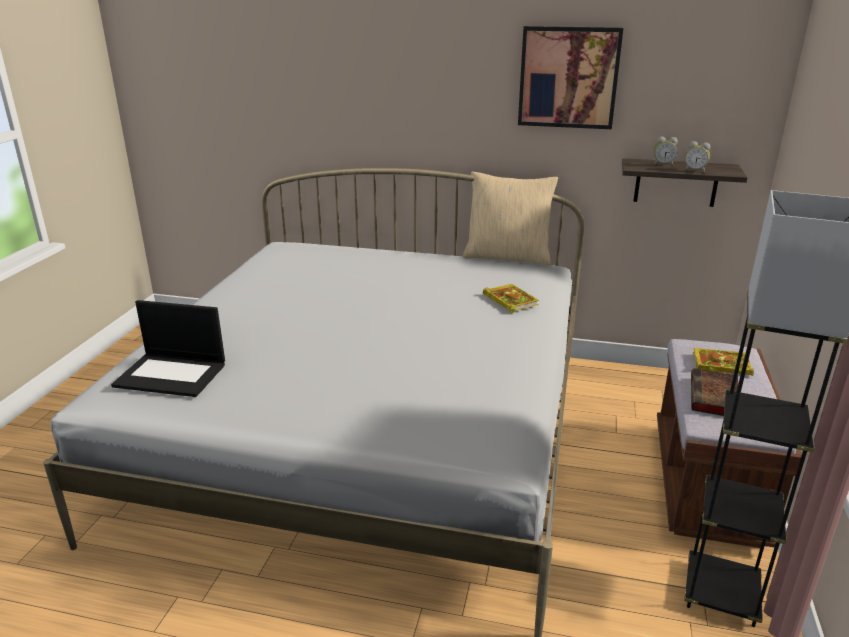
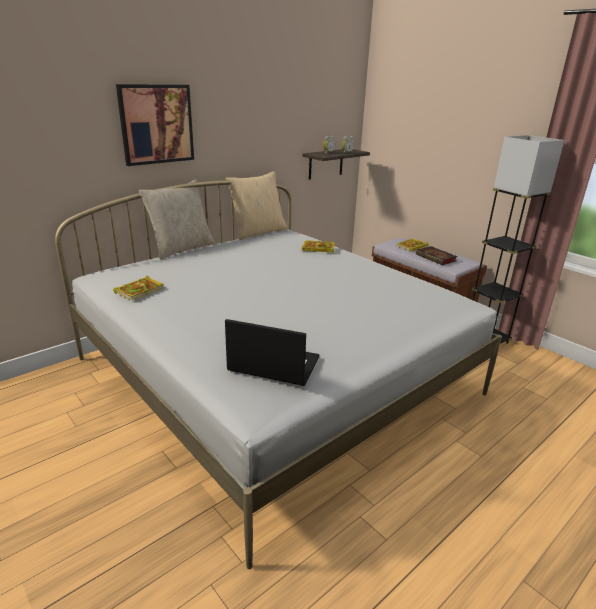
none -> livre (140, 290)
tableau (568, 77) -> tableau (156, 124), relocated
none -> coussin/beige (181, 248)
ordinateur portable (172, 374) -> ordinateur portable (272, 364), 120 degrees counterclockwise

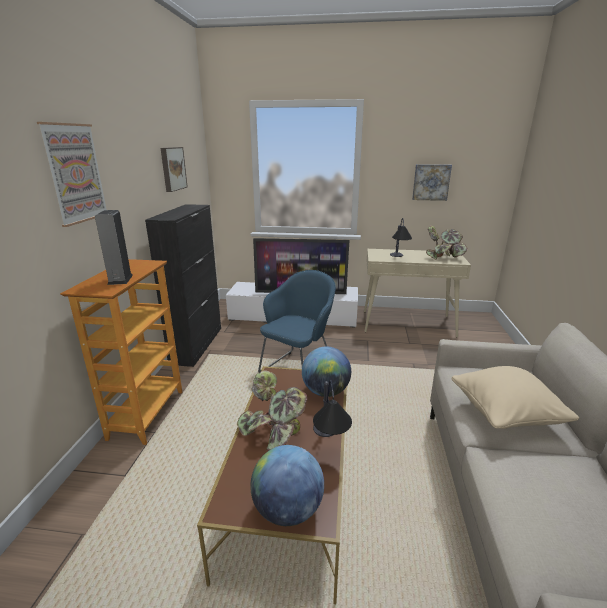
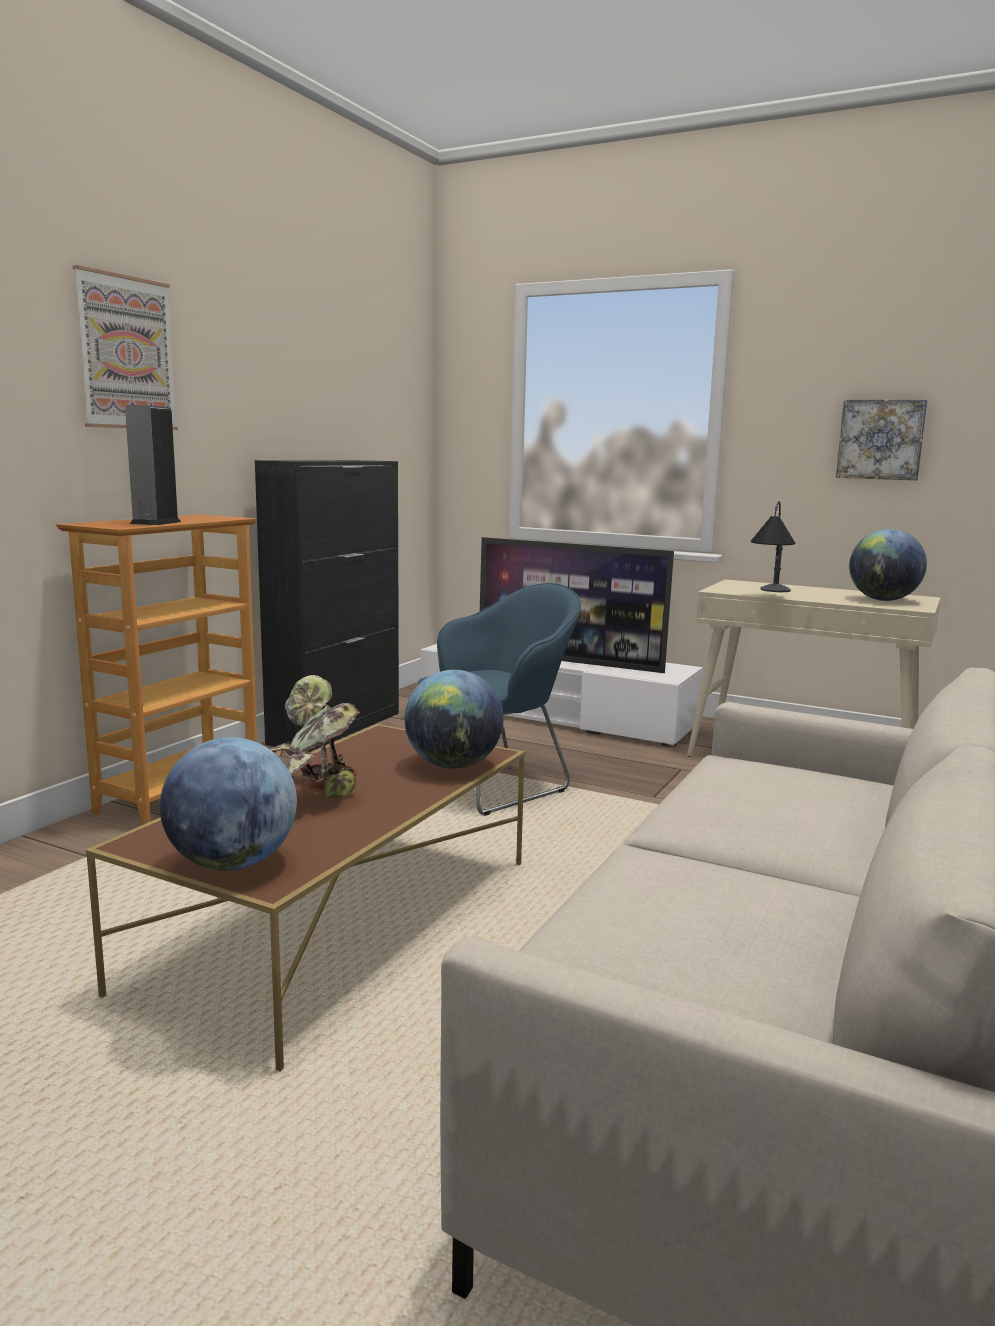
plante en pot (443, 257) -> globe (883, 600)
tableau (172, 168) -> none
lampe de table (329, 446) -> none
coussin/beige (505, 415) -> none

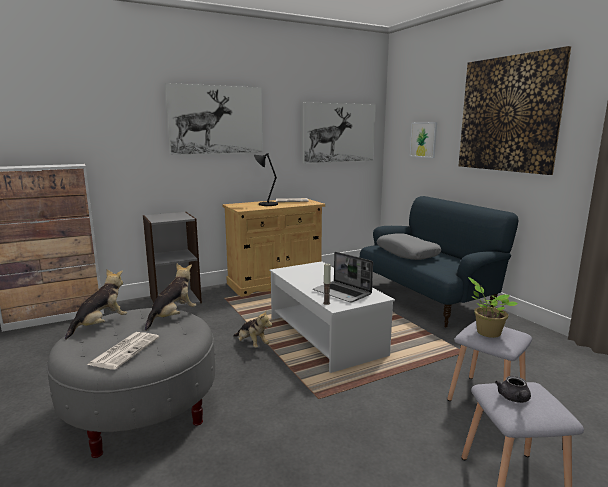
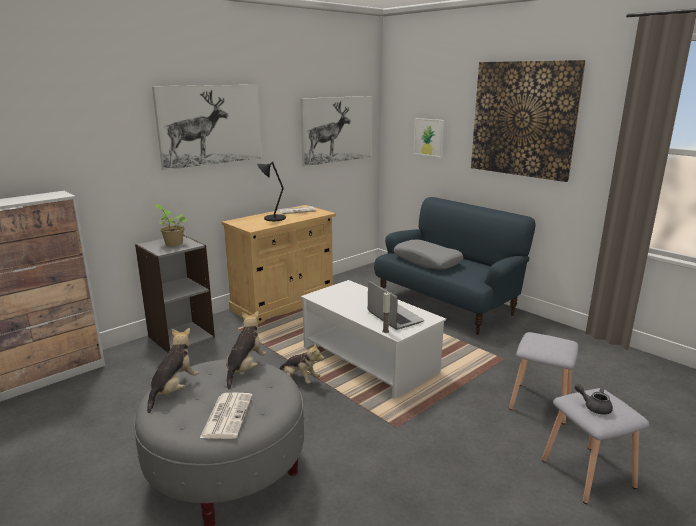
plante en pot (486, 332) -> plante en pot (173, 244), relocated
ordinateur portable (343, 293) -> ordinateur portable (394, 317), 150 degrees counterclockwise
théière/gris (514, 399) -> théière/gris (594, 406), 135 degrees clockwise

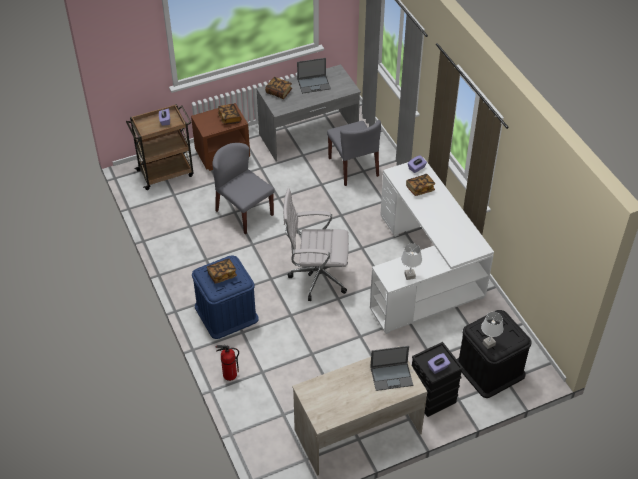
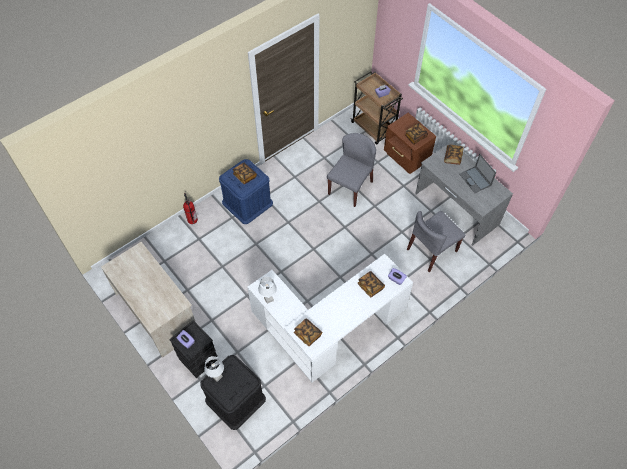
none -> livre (307, 334)
chaise de bureau/blanc (316, 277) -> none
ordinateur portable (392, 376) -> none

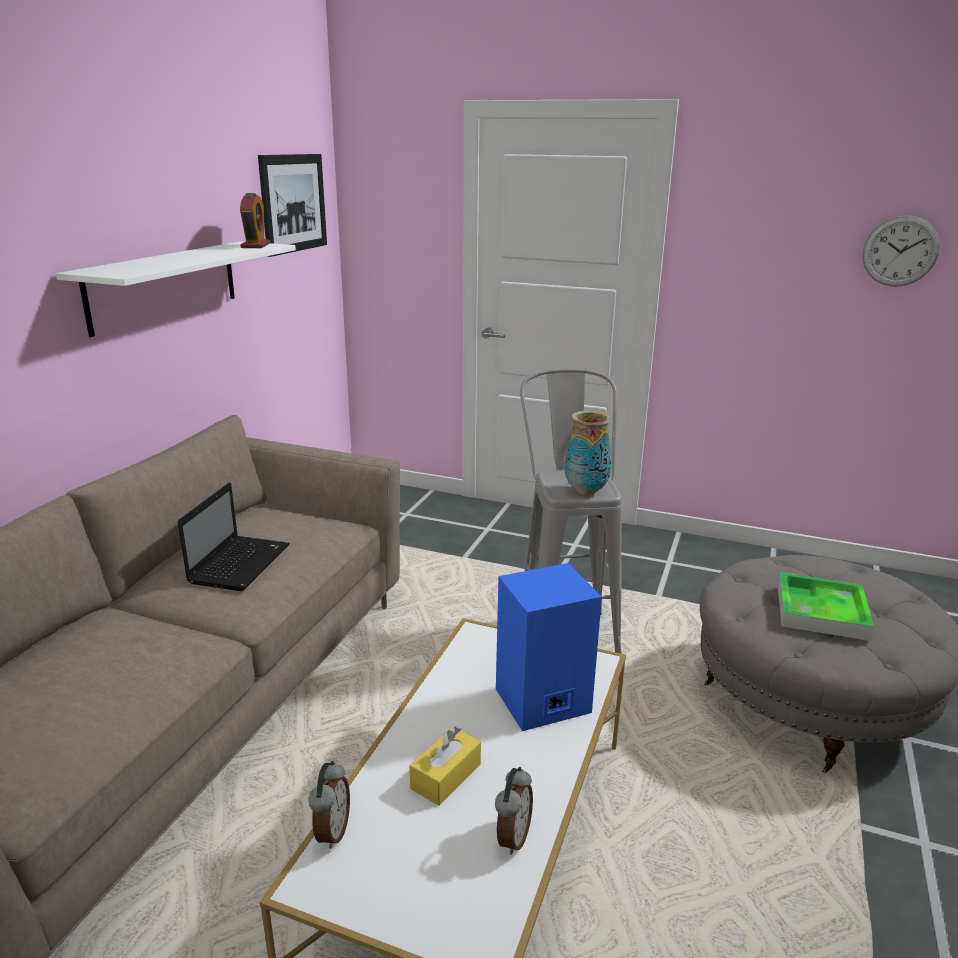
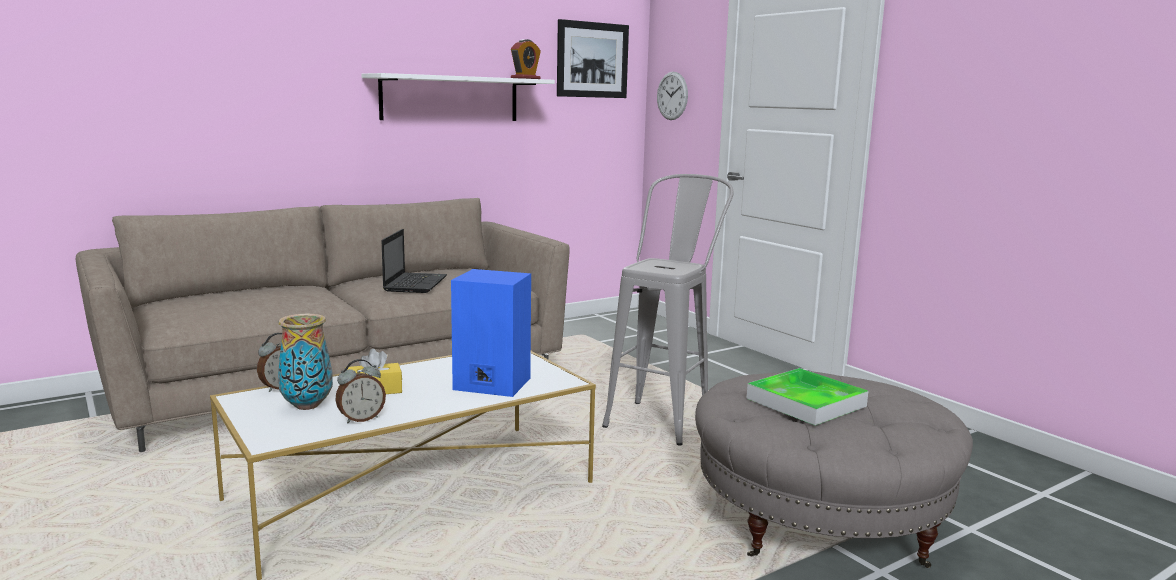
vase (586, 491) -> vase (307, 405), relocated
ordinateur portable (240, 563) -> ordinateur portable (415, 284), 45 degrees counterclockwise
horloge murale (900, 251) -> horloge murale (672, 96), relocated

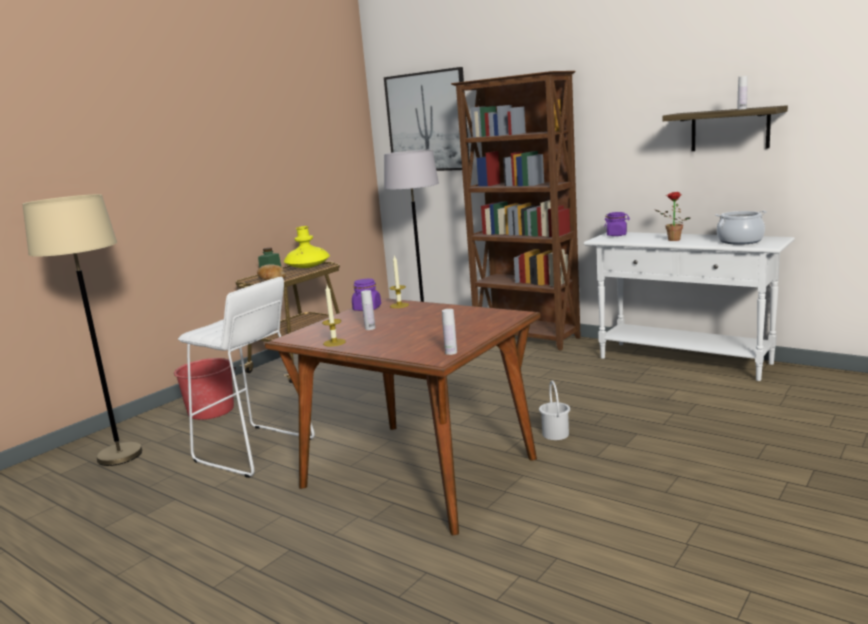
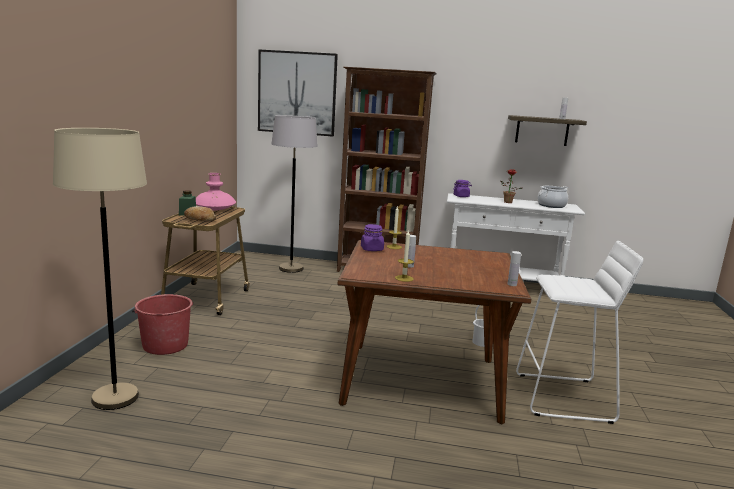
vase/jaune (307, 267) -> vase/rose (214, 209)
tabouret/blanc (253, 450) -> tabouret/blanc (563, 398), relocated

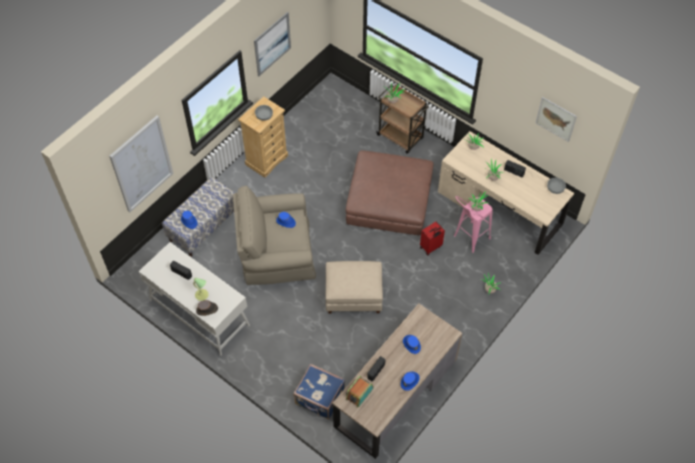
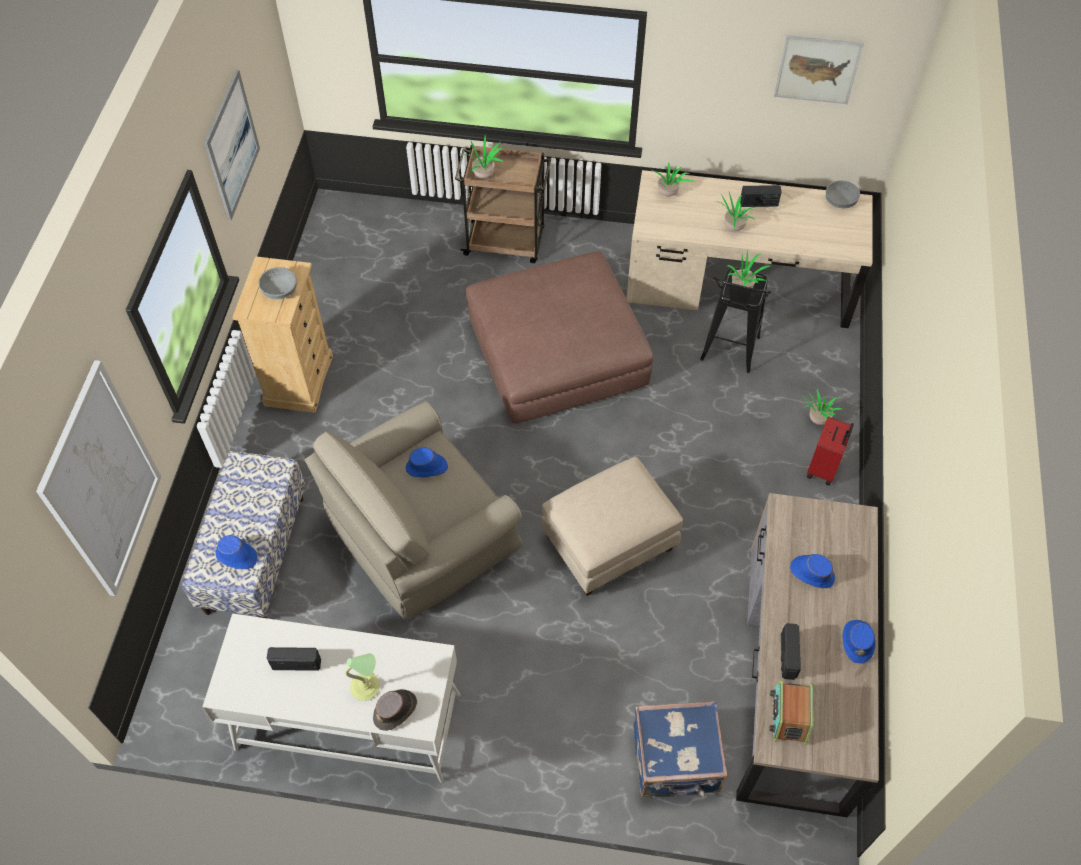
tabouret/rose (468, 240) -> tabouret/noir (727, 356)
valise/rouge (431, 247) -> valise/rouge (824, 468), relocated

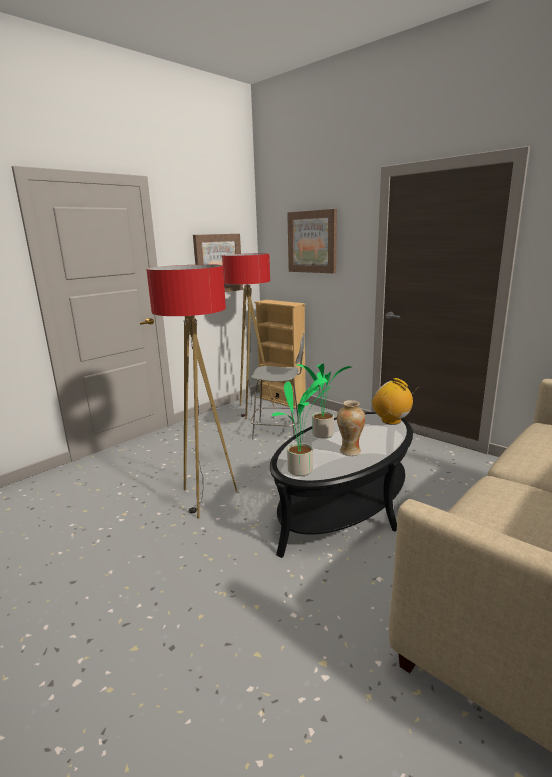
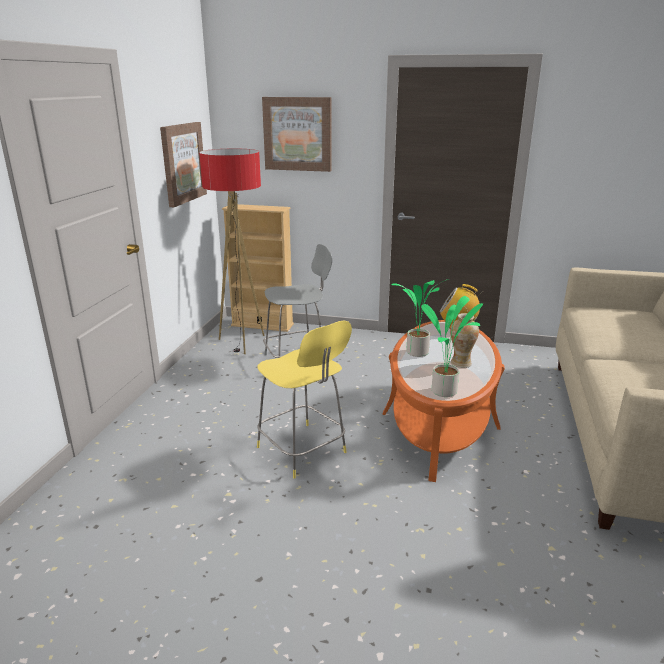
lampadaire (206, 499) -> tabouret/jaune (303, 451)
table basse/noir (344, 507) -> table basse/orange (440, 420)

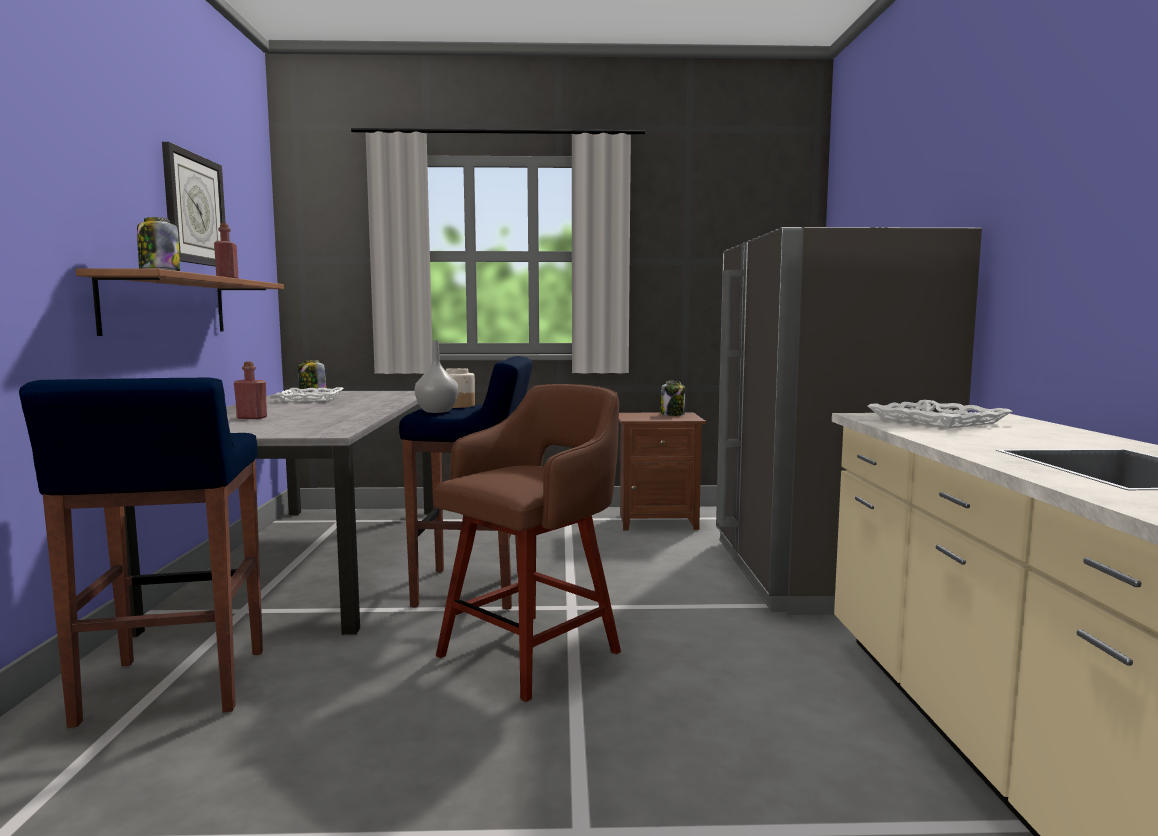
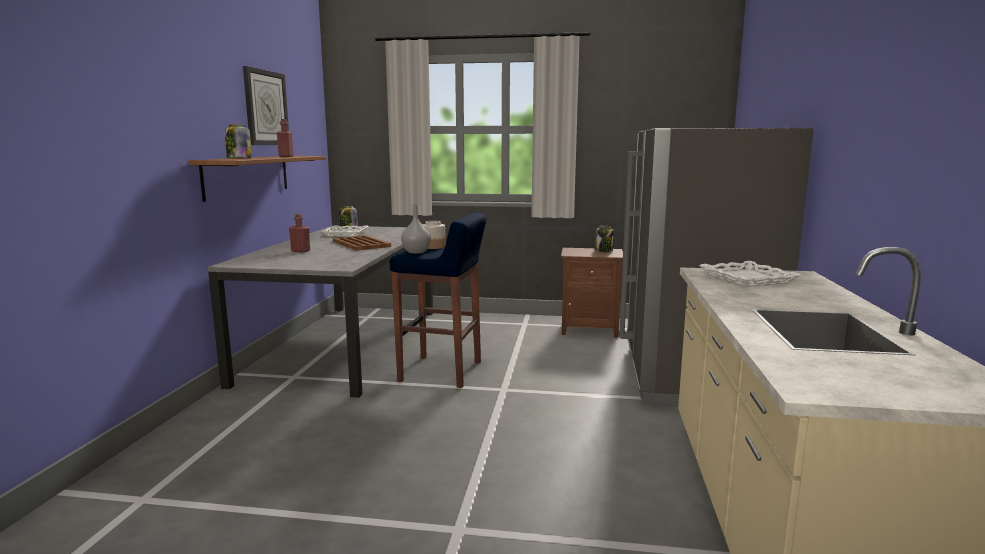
none -> plateau/marron (361, 244)
tabouret/bleu (173, 688) -> none
tabouret/marron (534, 652) -> none

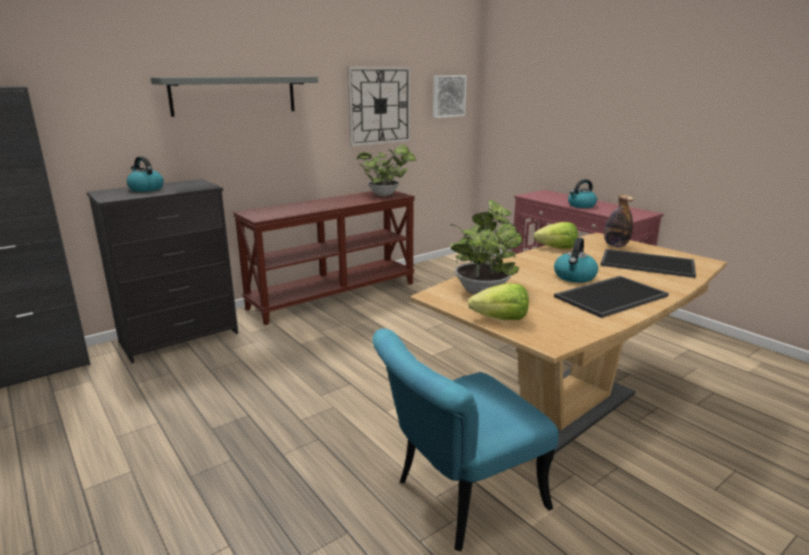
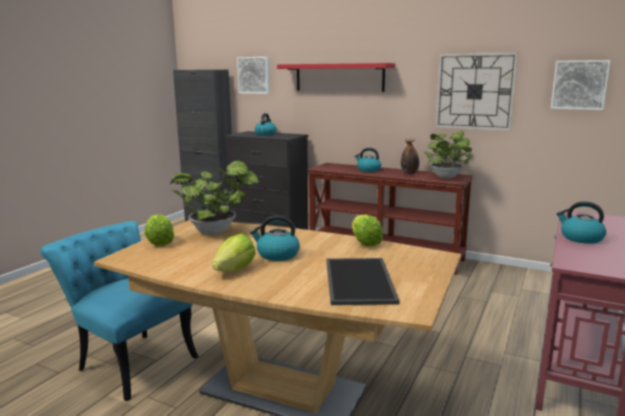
plateau (610, 296) -> laitue (235, 270)
none -> tableau (254, 75)
étagère/gris (234, 95) -> étagère/rouge (339, 77)
none -> bouilloire (368, 170)
bouteille (615, 245) -> bouteille (409, 173), relocated

